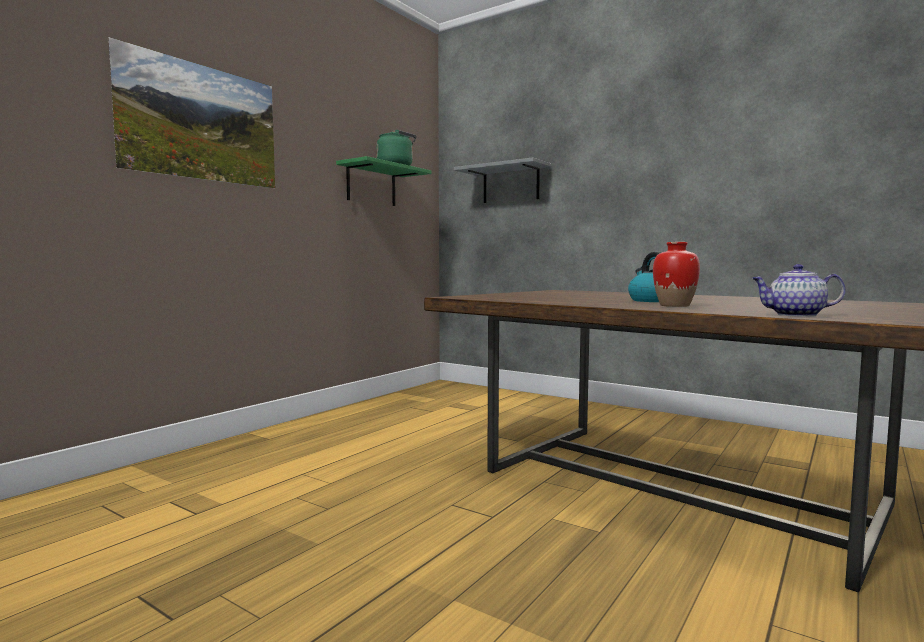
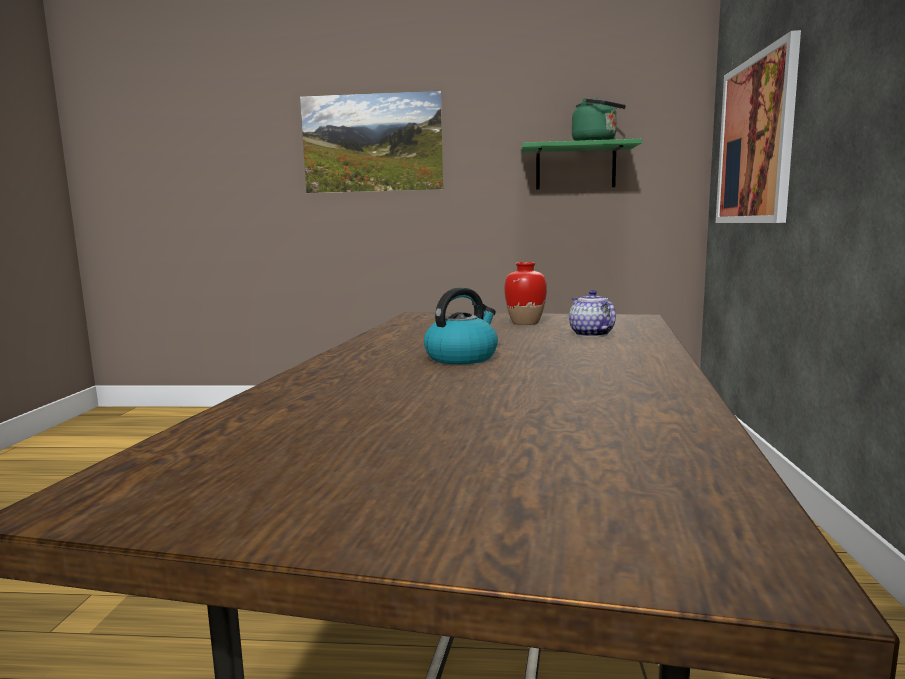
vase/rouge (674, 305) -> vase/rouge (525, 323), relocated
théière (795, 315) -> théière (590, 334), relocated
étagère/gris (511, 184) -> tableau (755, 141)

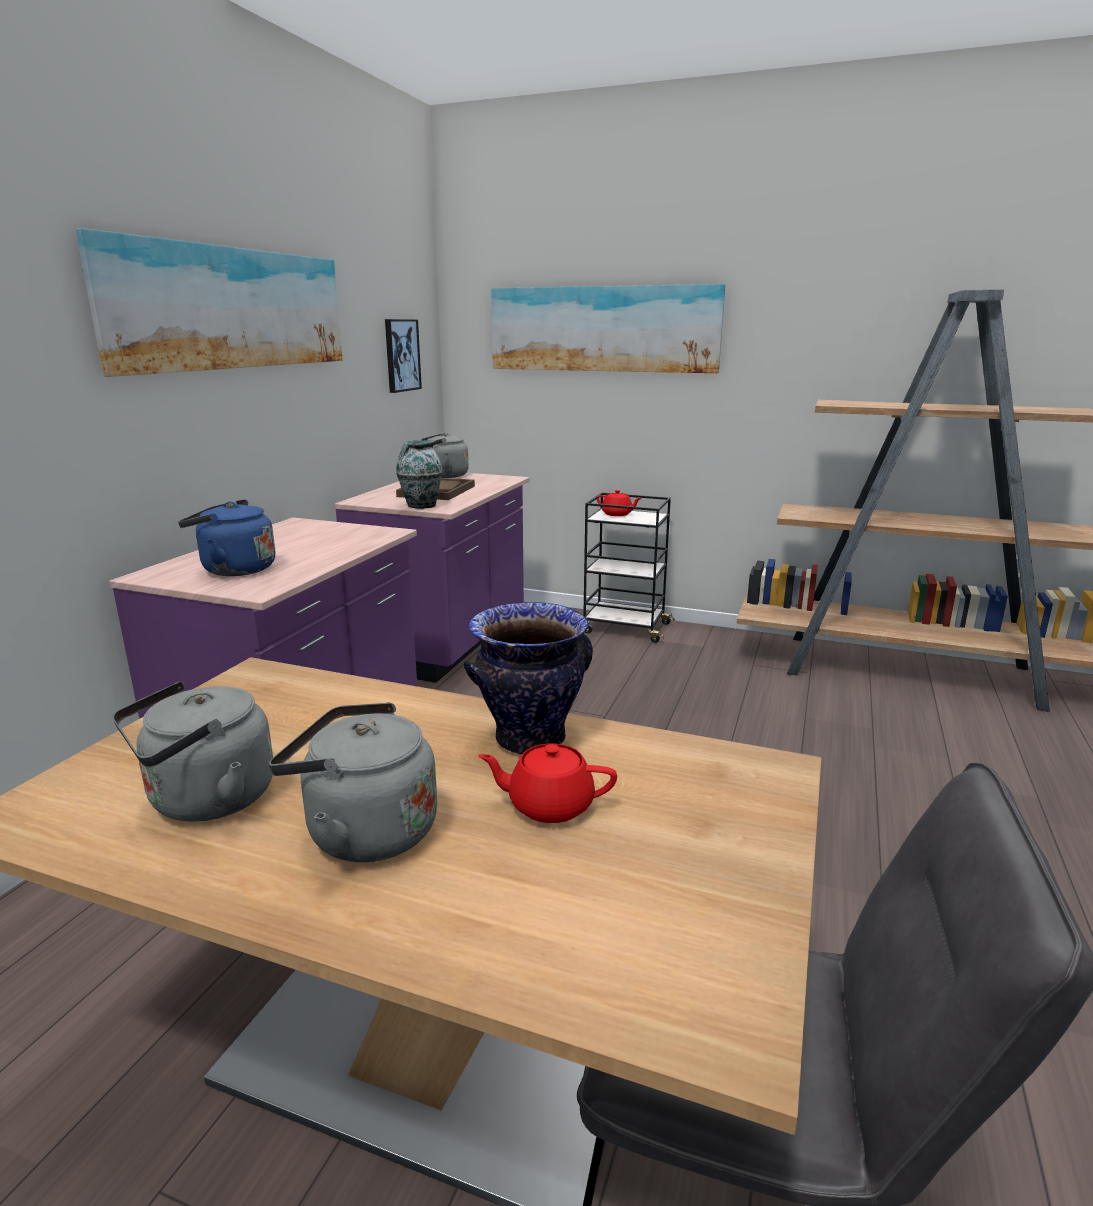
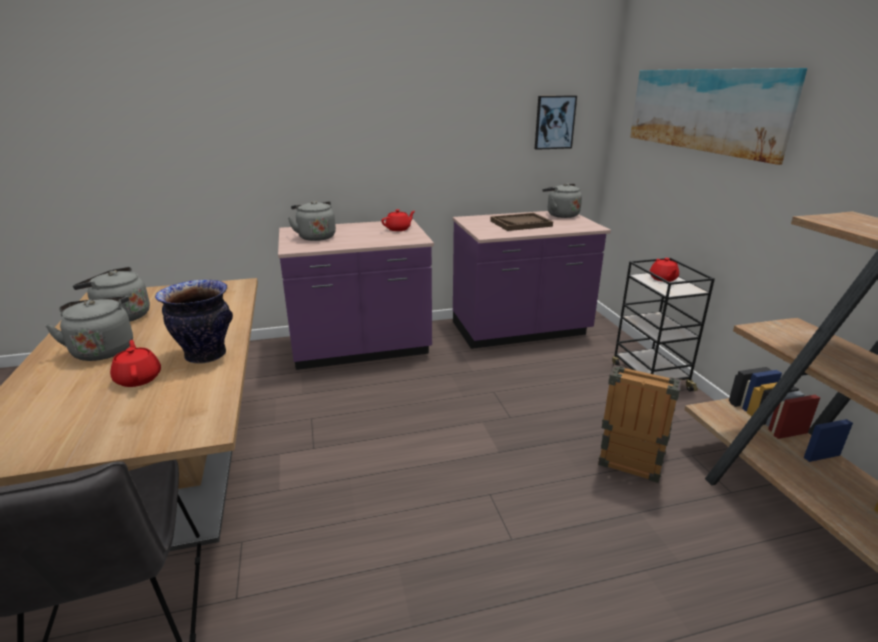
bouilloire/bleu (234, 569) -> bouilloire/gris (315, 237)
none -> théière/rouge (398, 229)
none -> caisse (630, 462)
tableau (230, 308) -> none
vase (421, 505) -> none

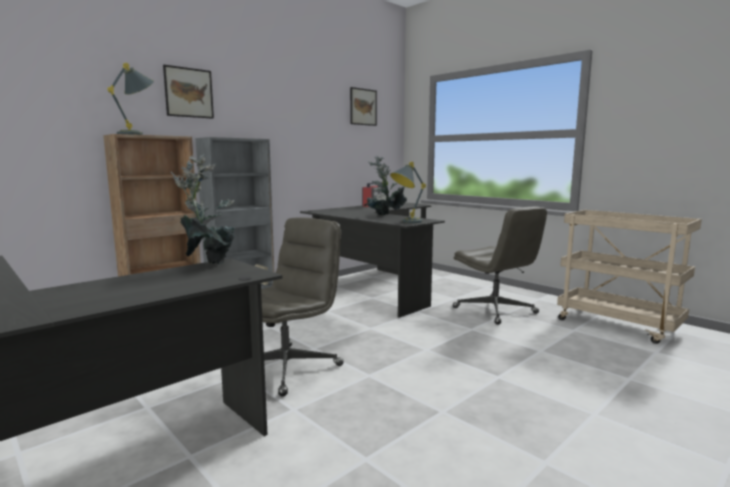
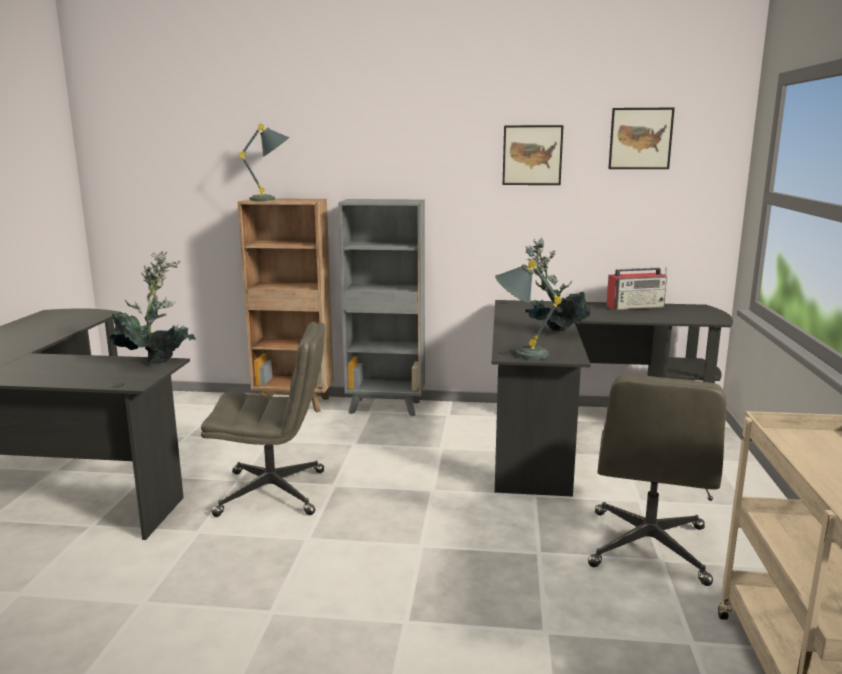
tableau (189, 92) -> tableau (532, 155), relocated

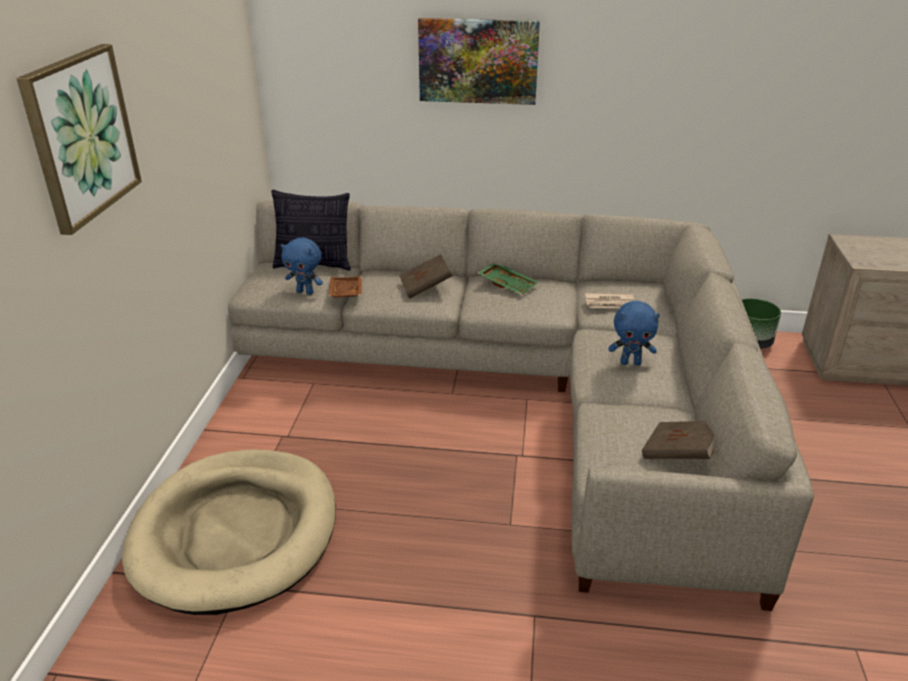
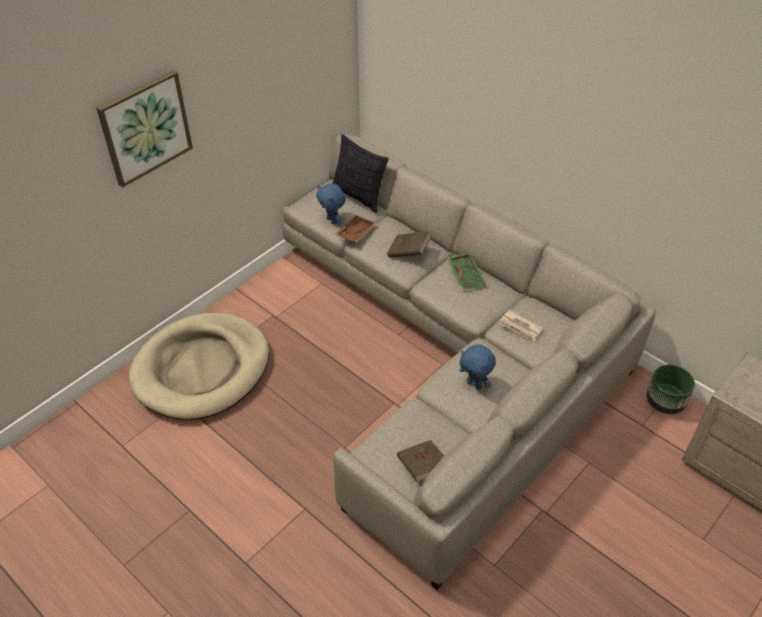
tableau (478, 61) -> none

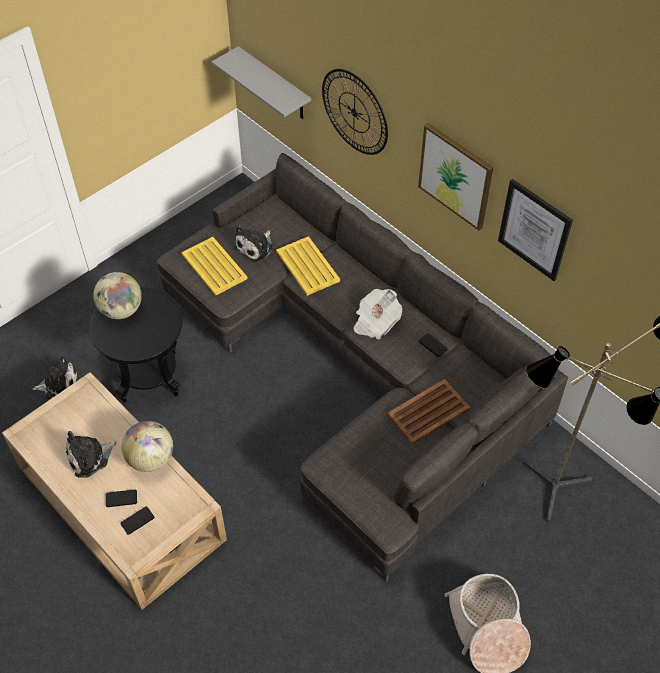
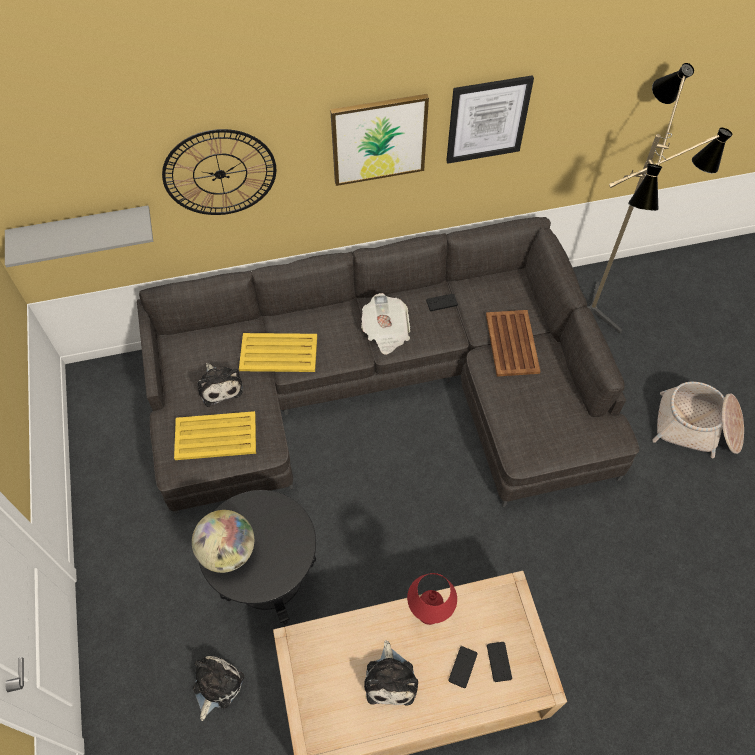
globe (151, 458) -> lampe de table/rouge (429, 613)

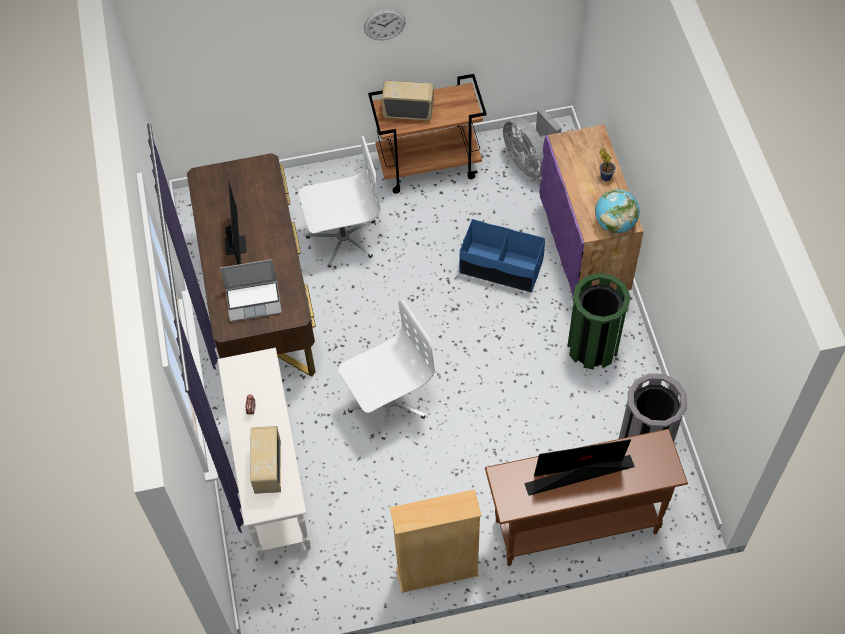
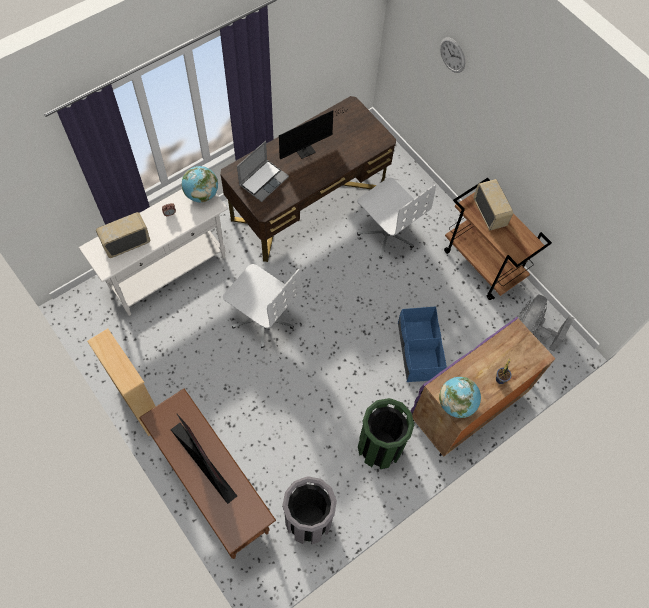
none -> globe (201, 194)
ordinateur portable (254, 300) -> ordinateur portable (263, 180), 105 degrees counterclockwise
horloge murale (384, 24) -> horloge murale (452, 55), relocated

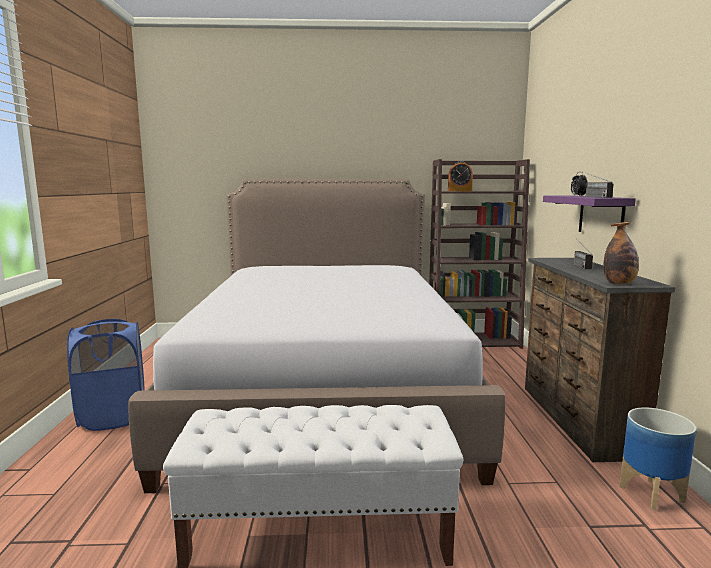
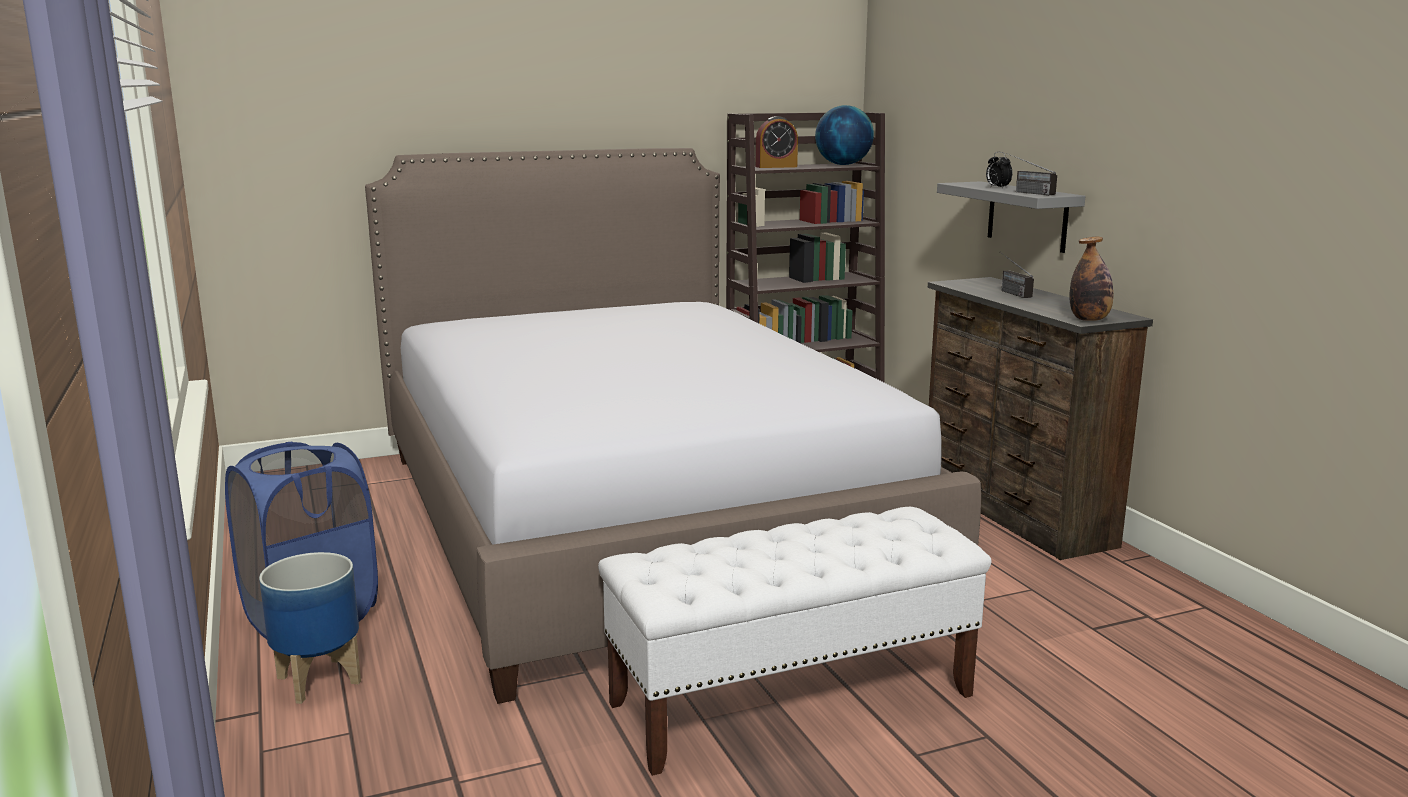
cache-pot (652, 493) -> cache-pot (320, 679), relocated
none -> globe (843, 164)
étagère/violet (601, 216) -> étagère/gris (1027, 216)

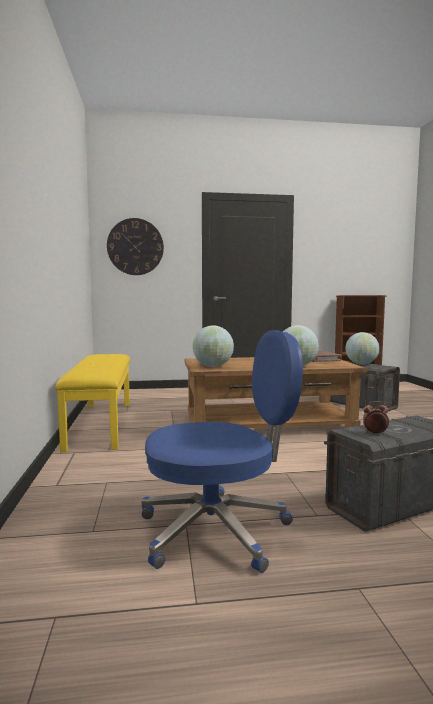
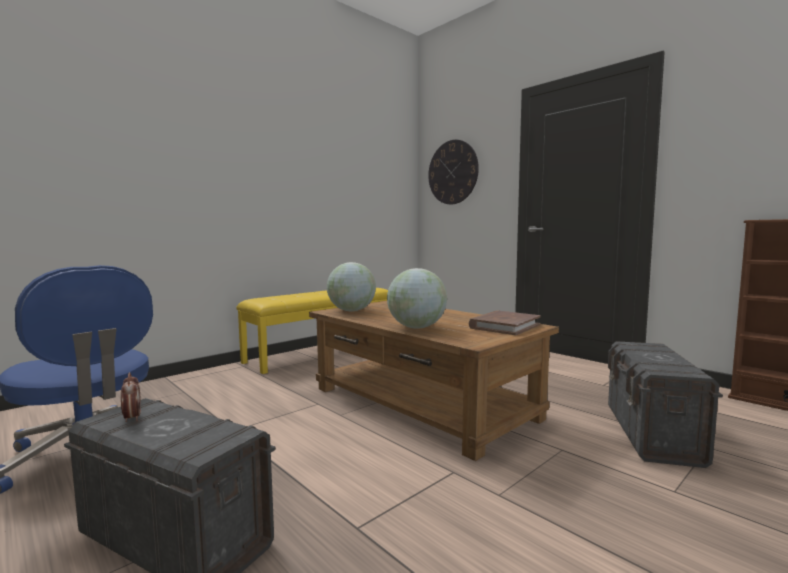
globe (361, 364) -> none

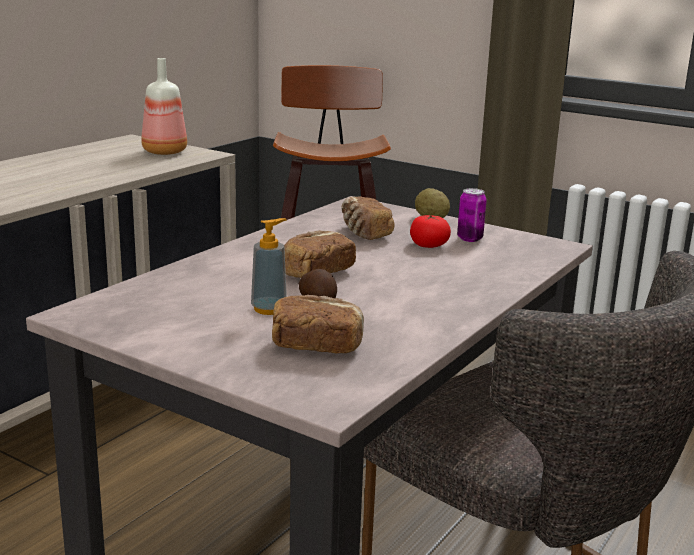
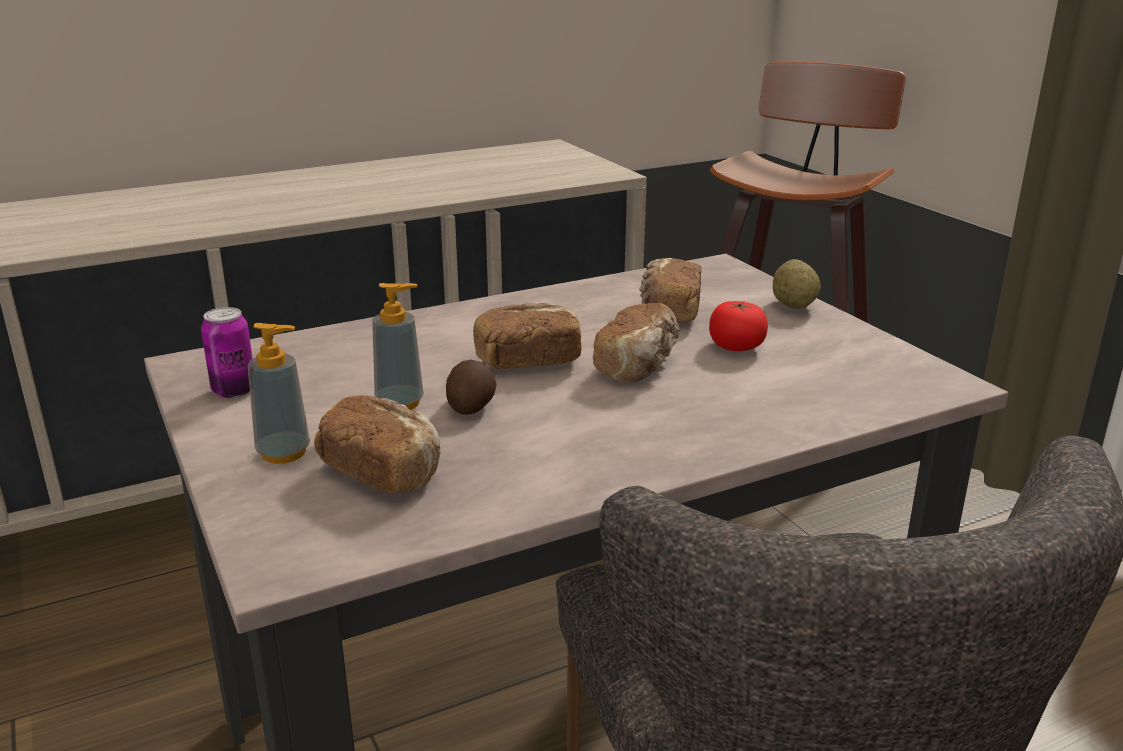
boîte métallique (469, 239) -> boîte métallique (234, 390), relocated
none -> distributeur de savon (284, 453)
none -> pain (639, 366)
bouteille (165, 152) -> none

